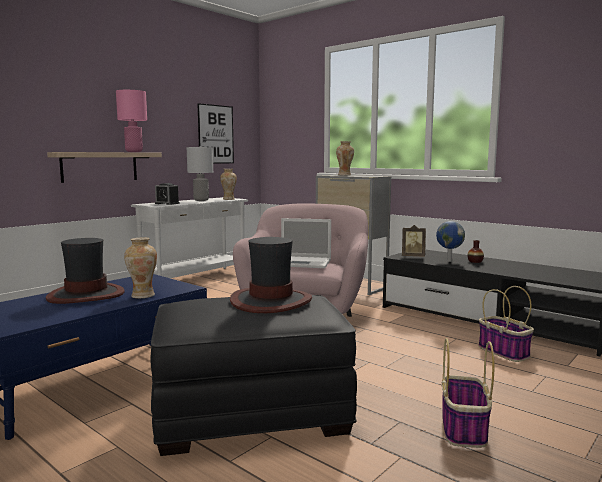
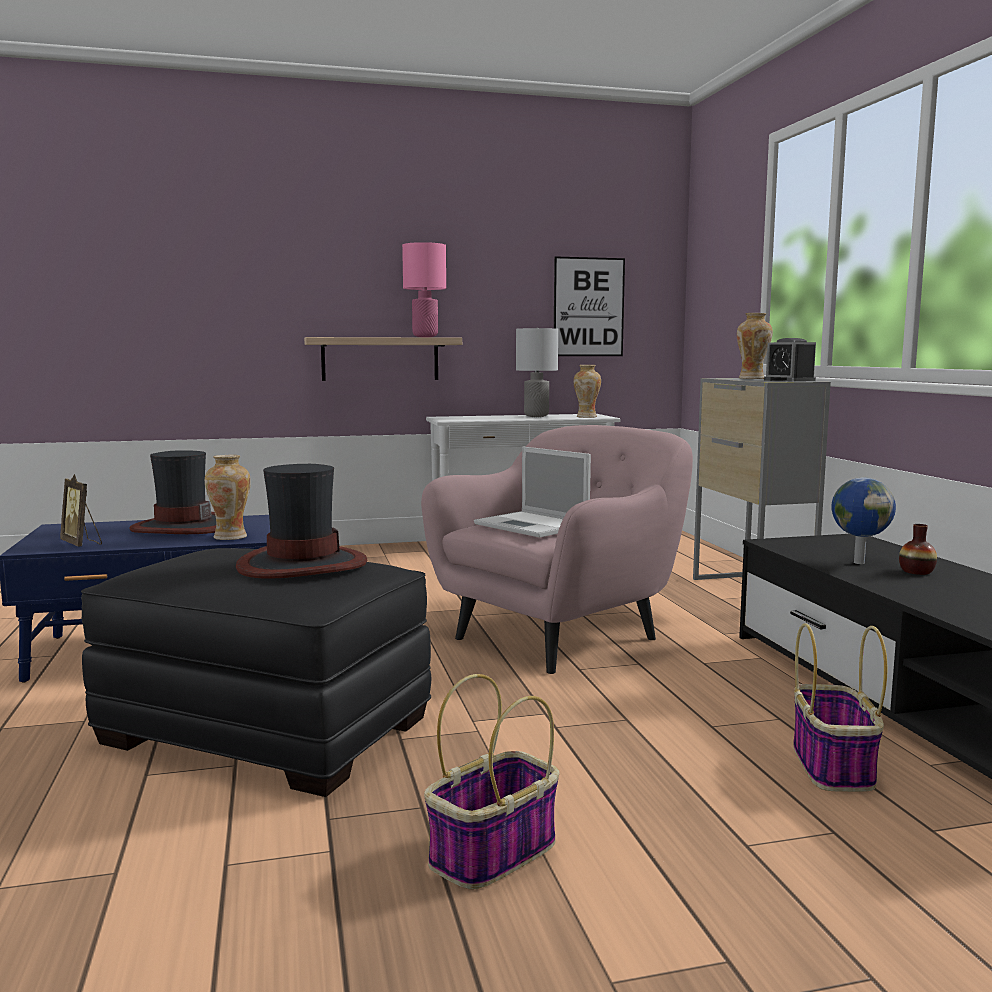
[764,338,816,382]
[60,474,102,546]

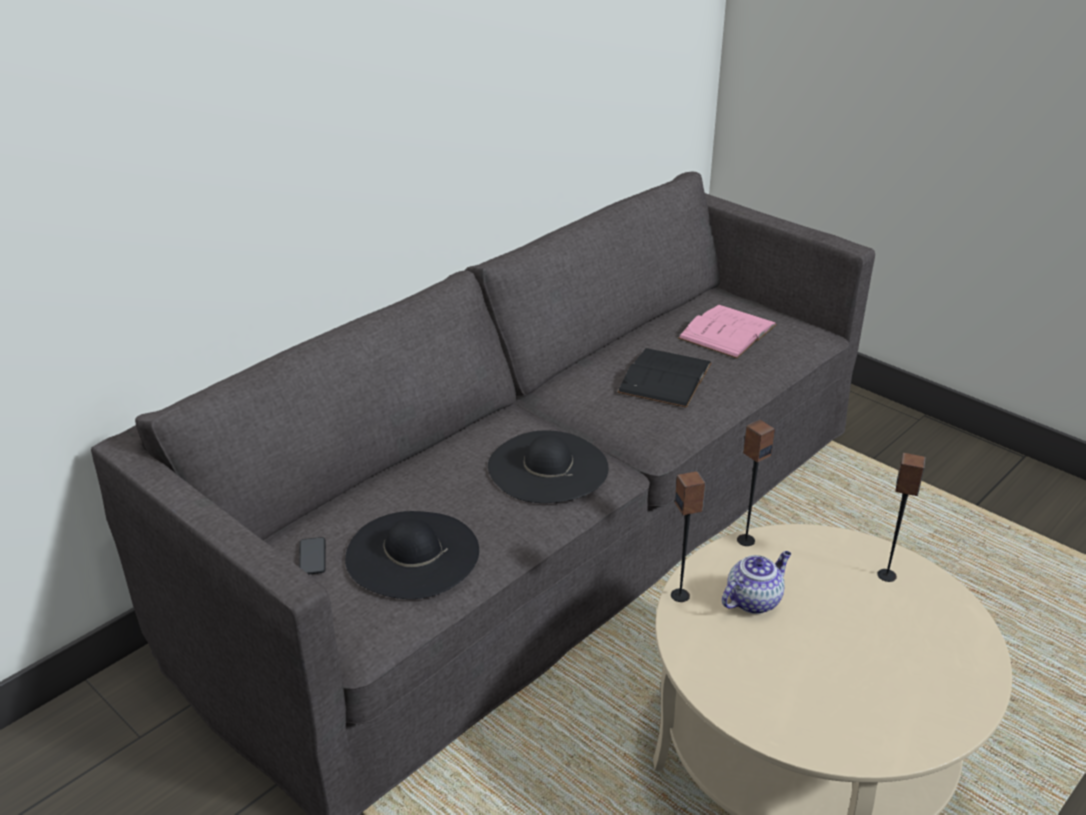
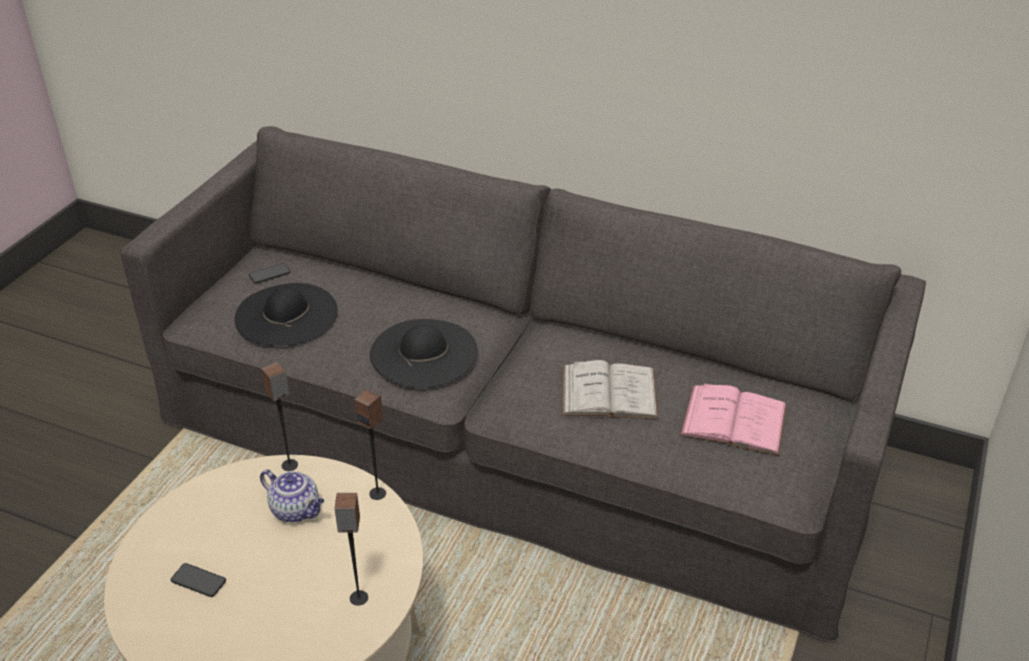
[562,360,659,419]
[171,563,226,597]

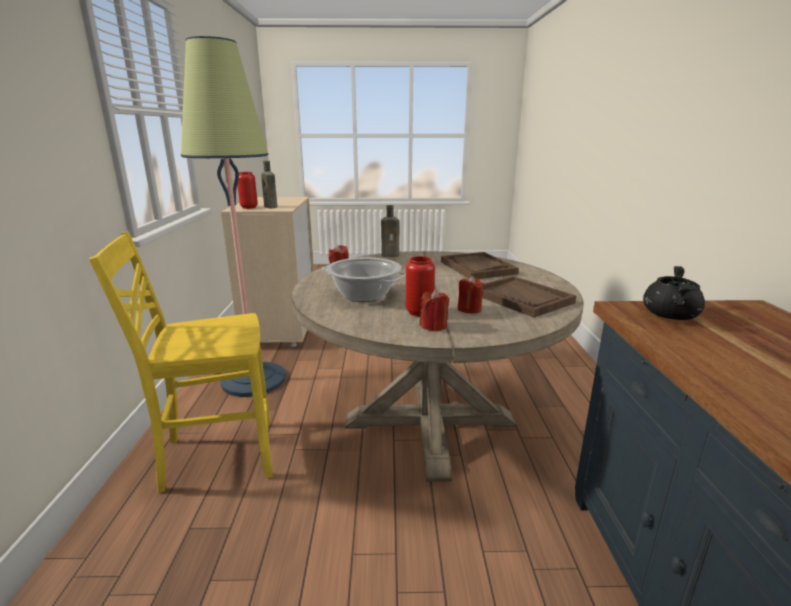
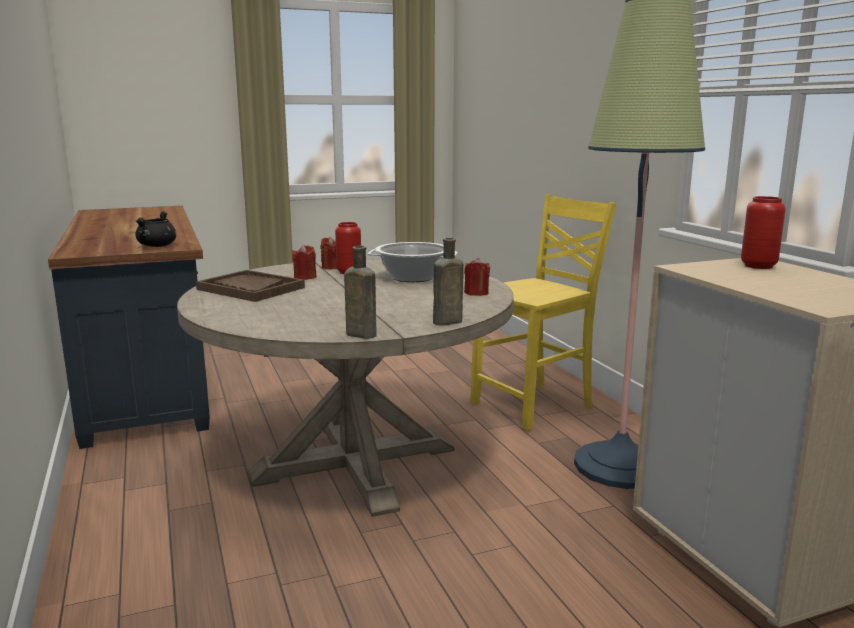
[344,246,376,339]
[441,252,519,279] (first image)

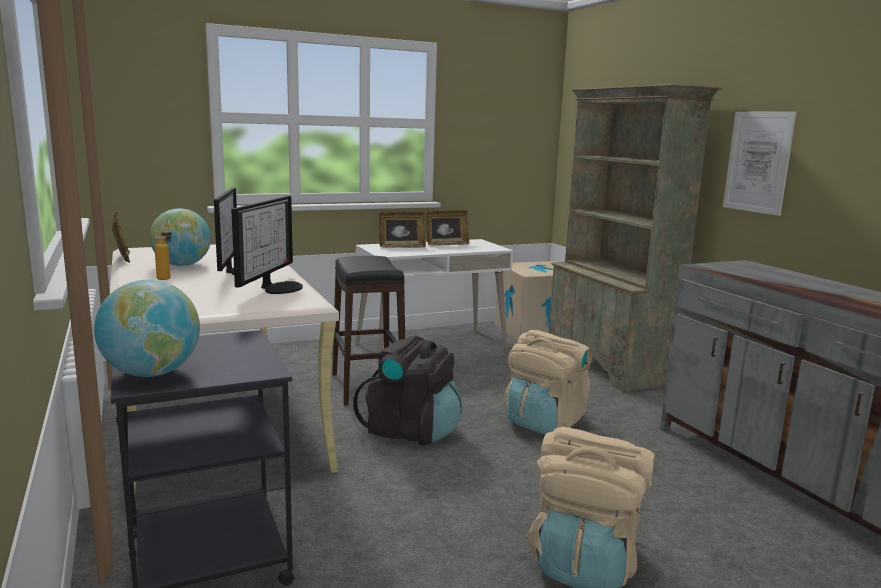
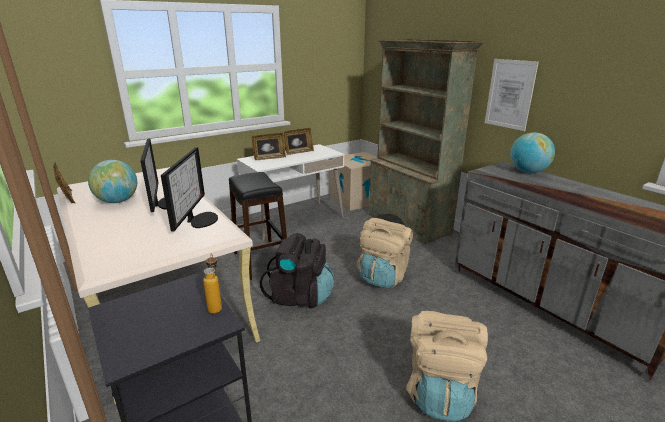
[203,253,222,314]
[510,132,555,173]

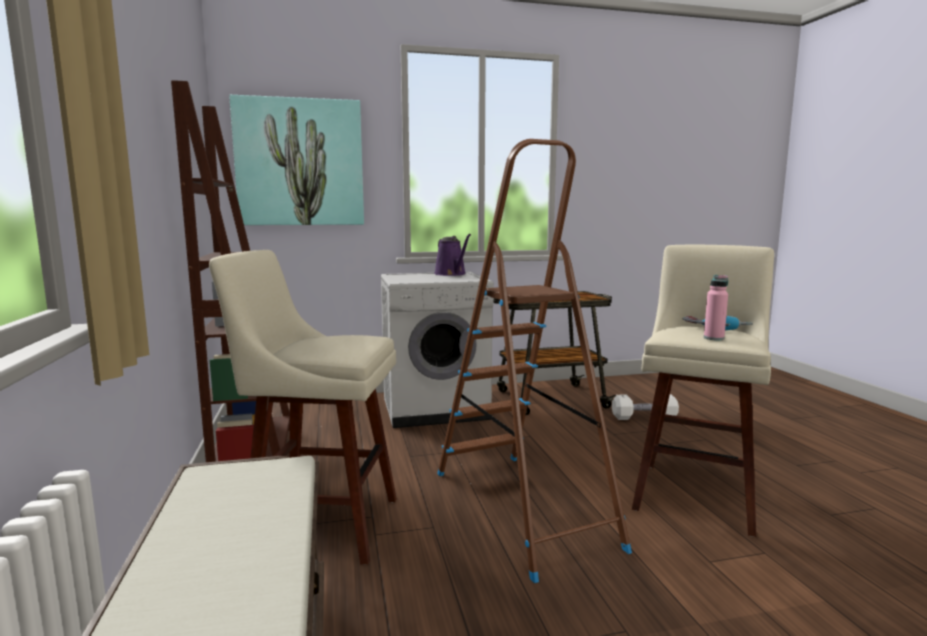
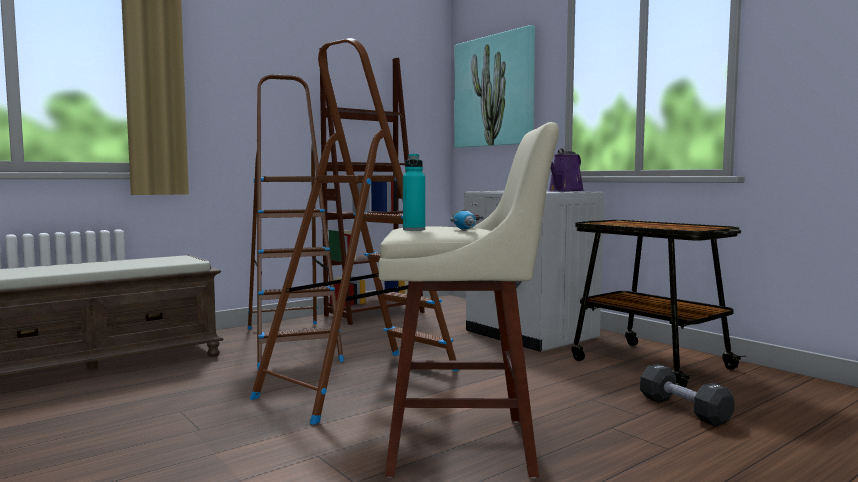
[248,74,344,369]
[403,154,425,231]
[640,364,735,426]

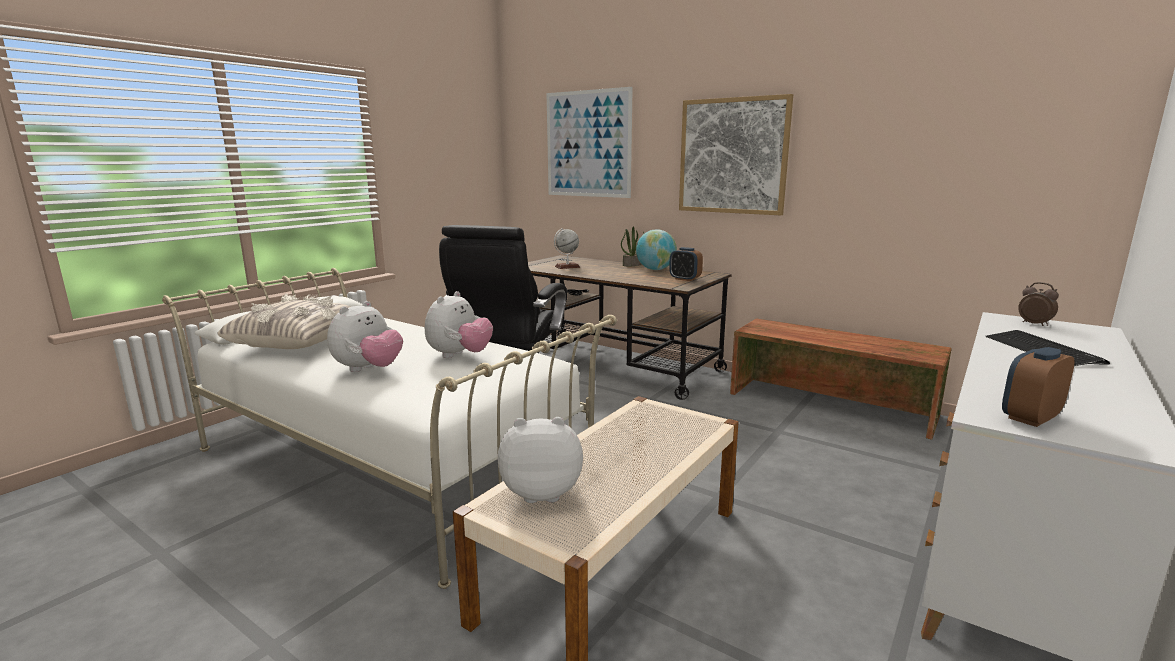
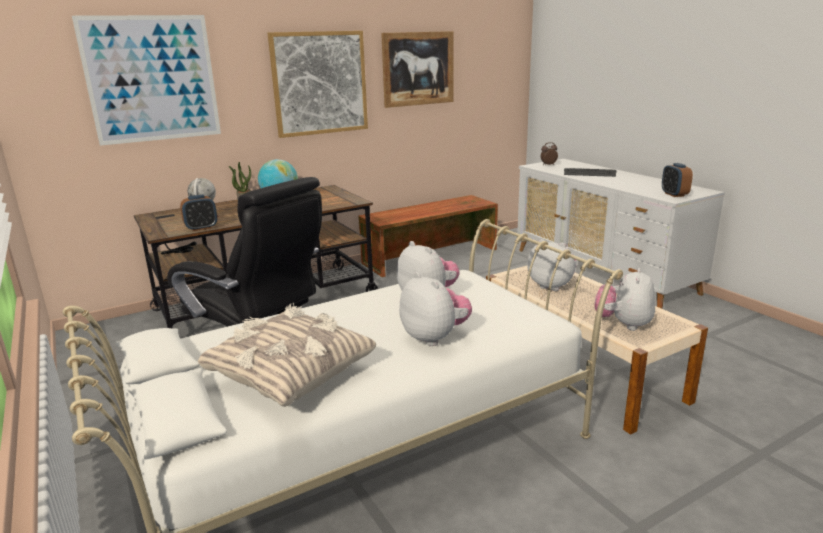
[180,195,217,231]
[381,31,454,108]
[527,239,577,291]

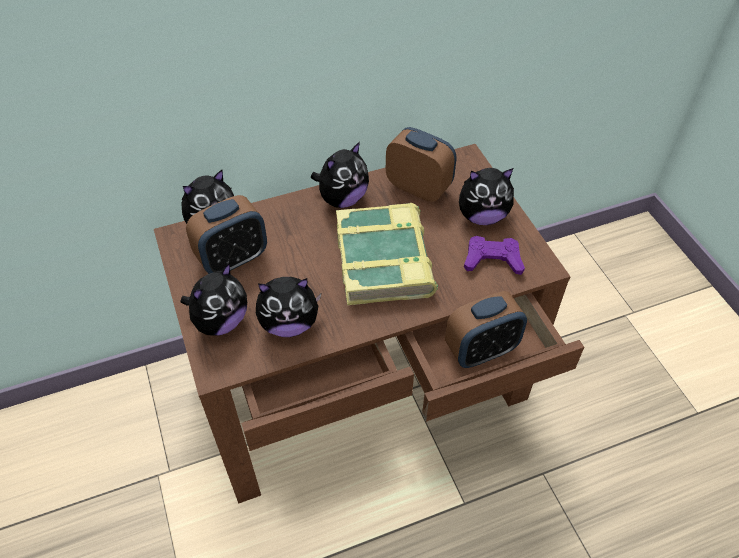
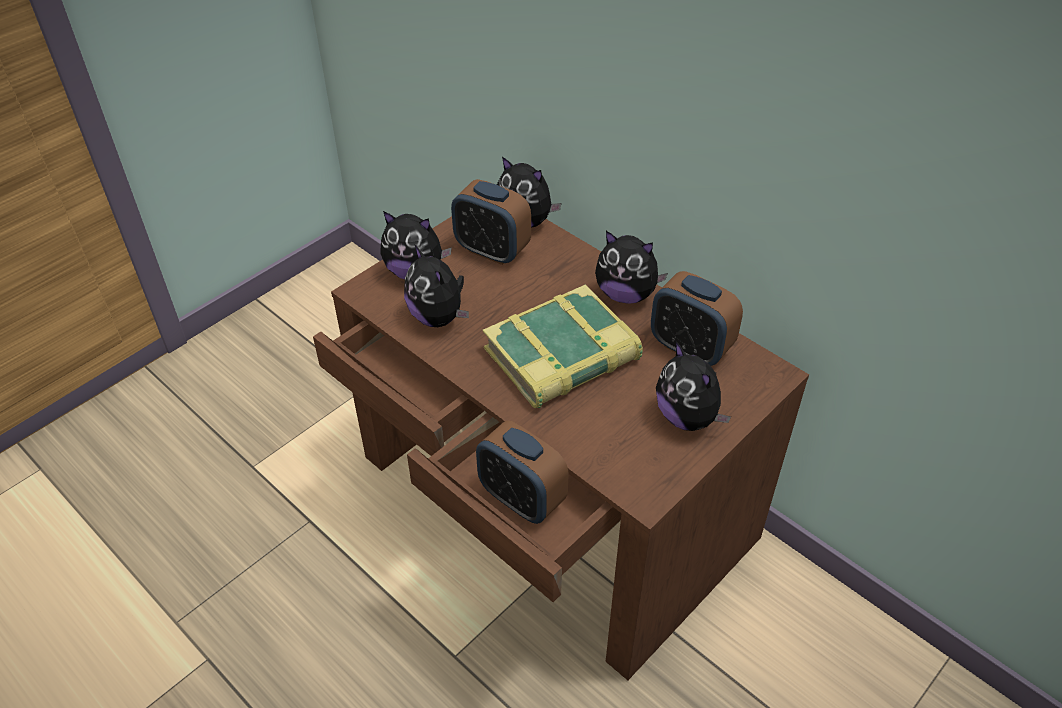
[651,271,743,366]
[464,236,525,275] (first image)

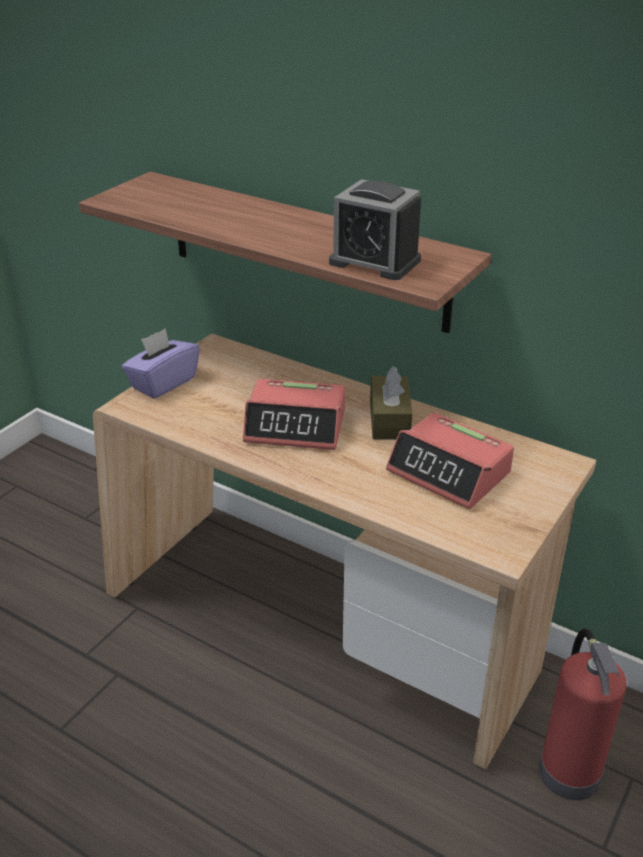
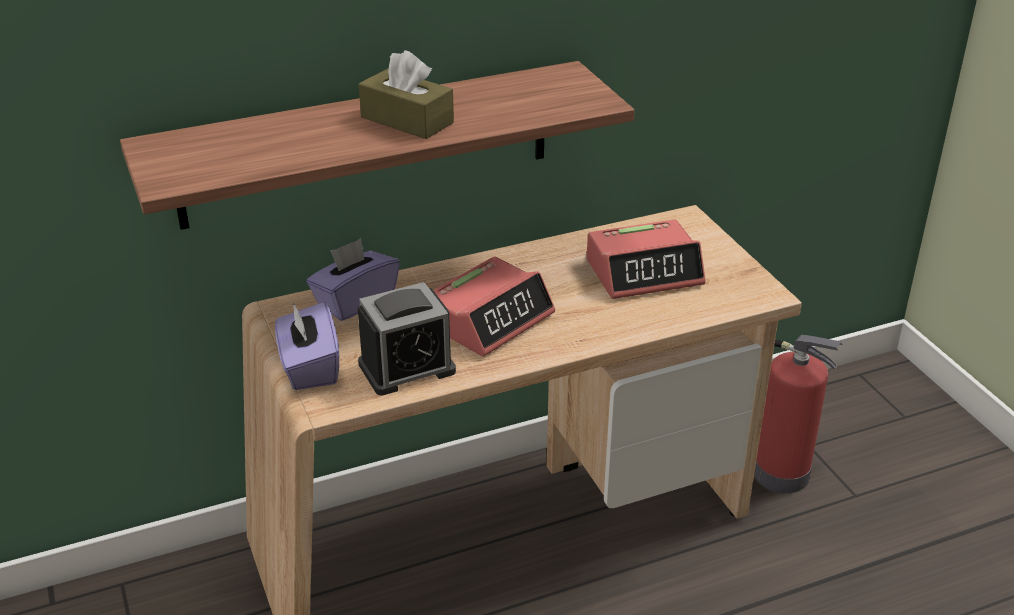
[357,282,456,395]
[359,50,454,139]
[307,238,400,321]

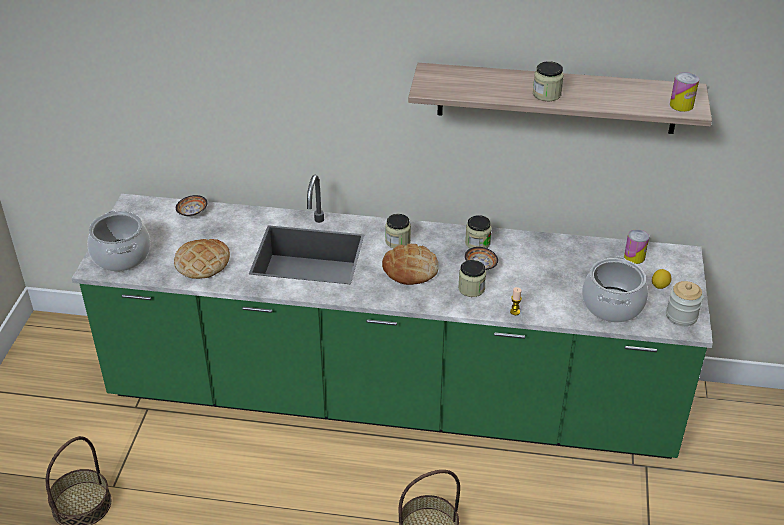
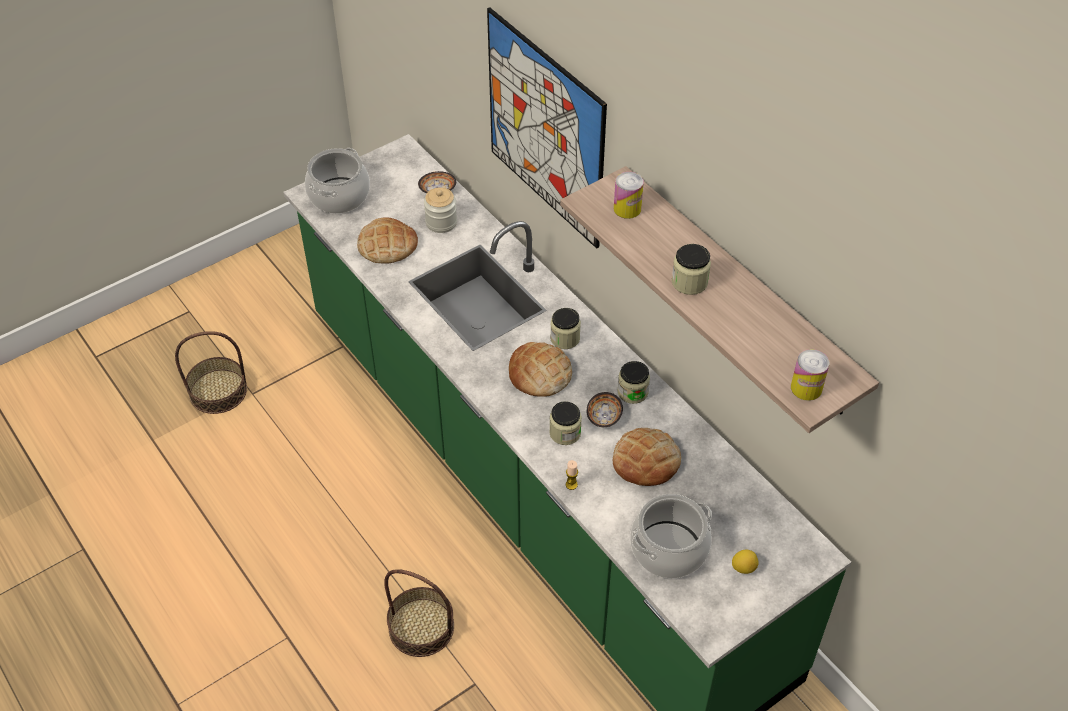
[614,172,644,219]
[424,187,457,233]
[487,7,607,249]
[613,428,681,486]

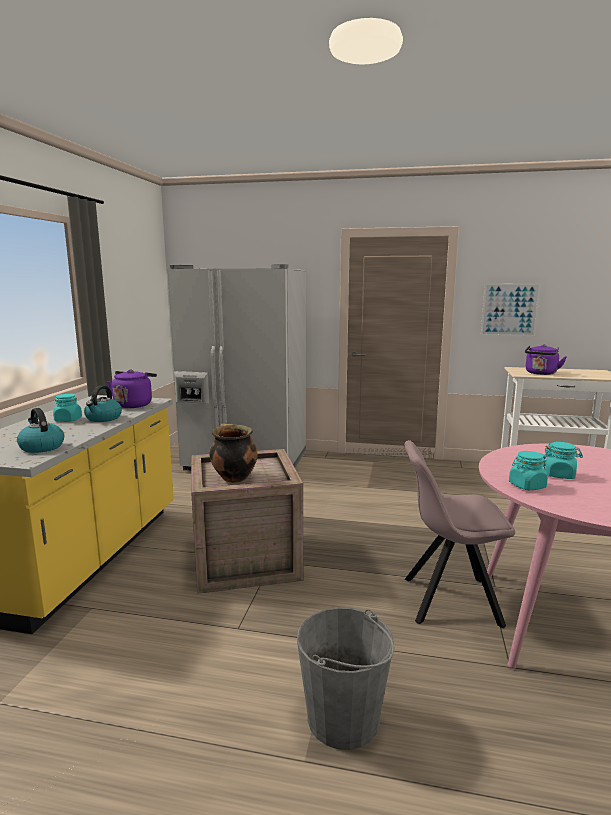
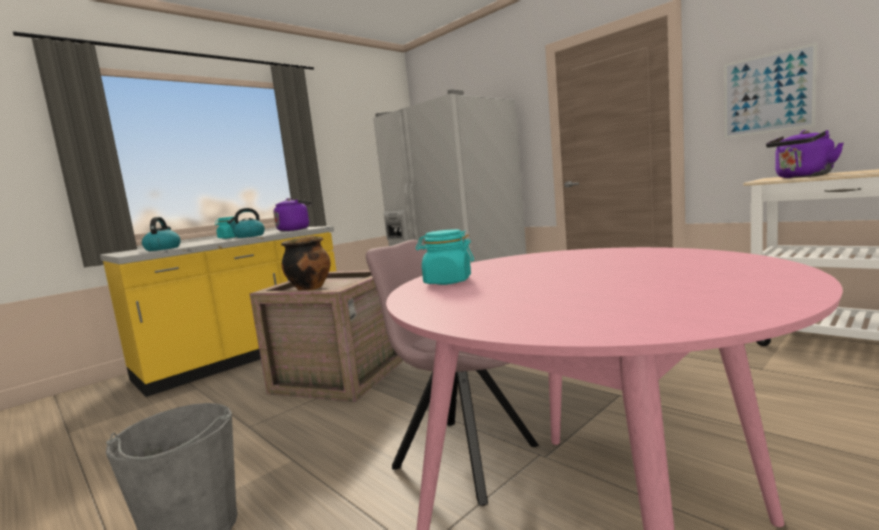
[544,442,583,479] (first image)

